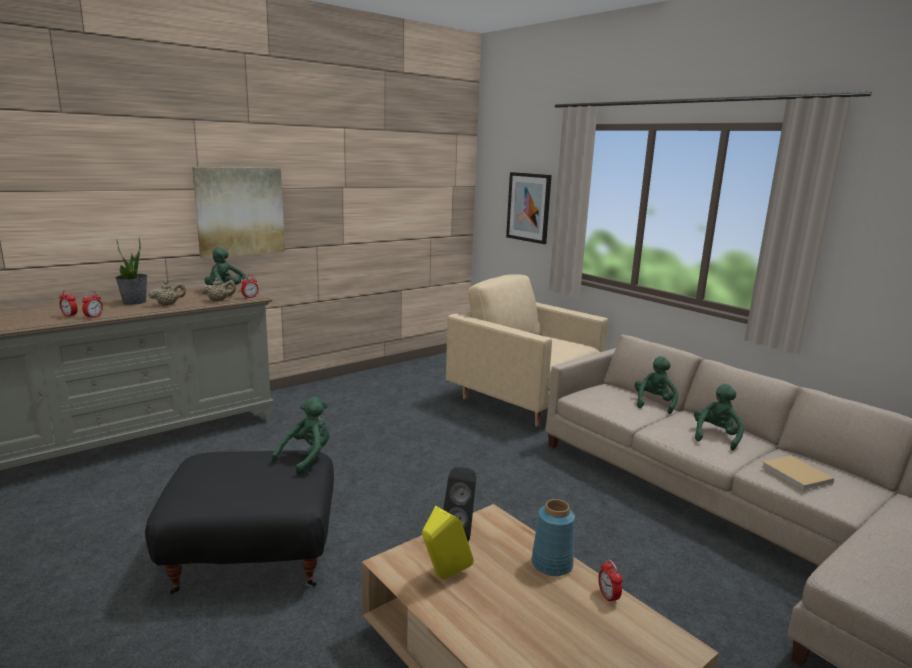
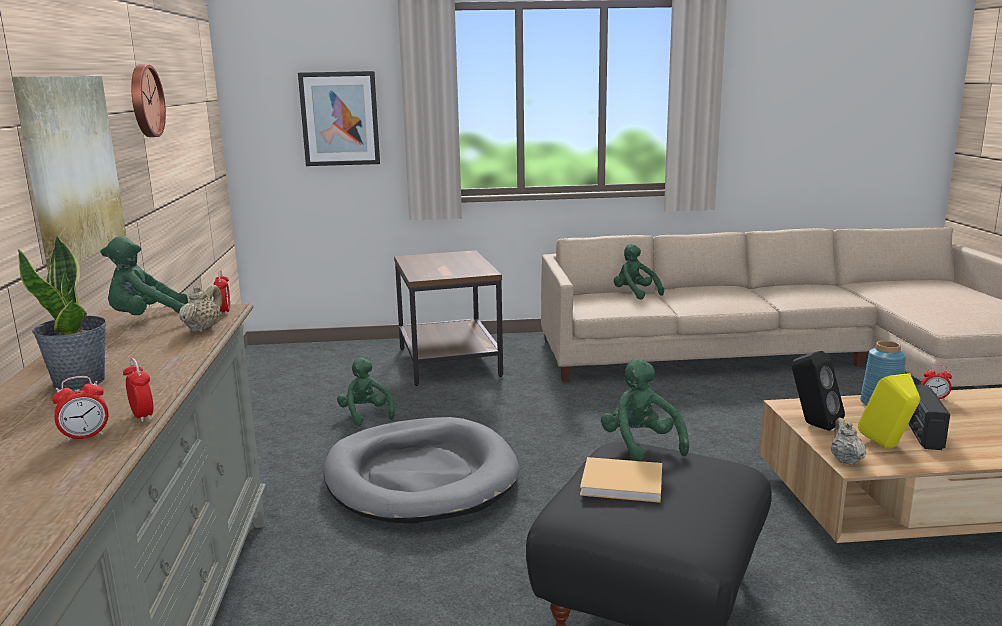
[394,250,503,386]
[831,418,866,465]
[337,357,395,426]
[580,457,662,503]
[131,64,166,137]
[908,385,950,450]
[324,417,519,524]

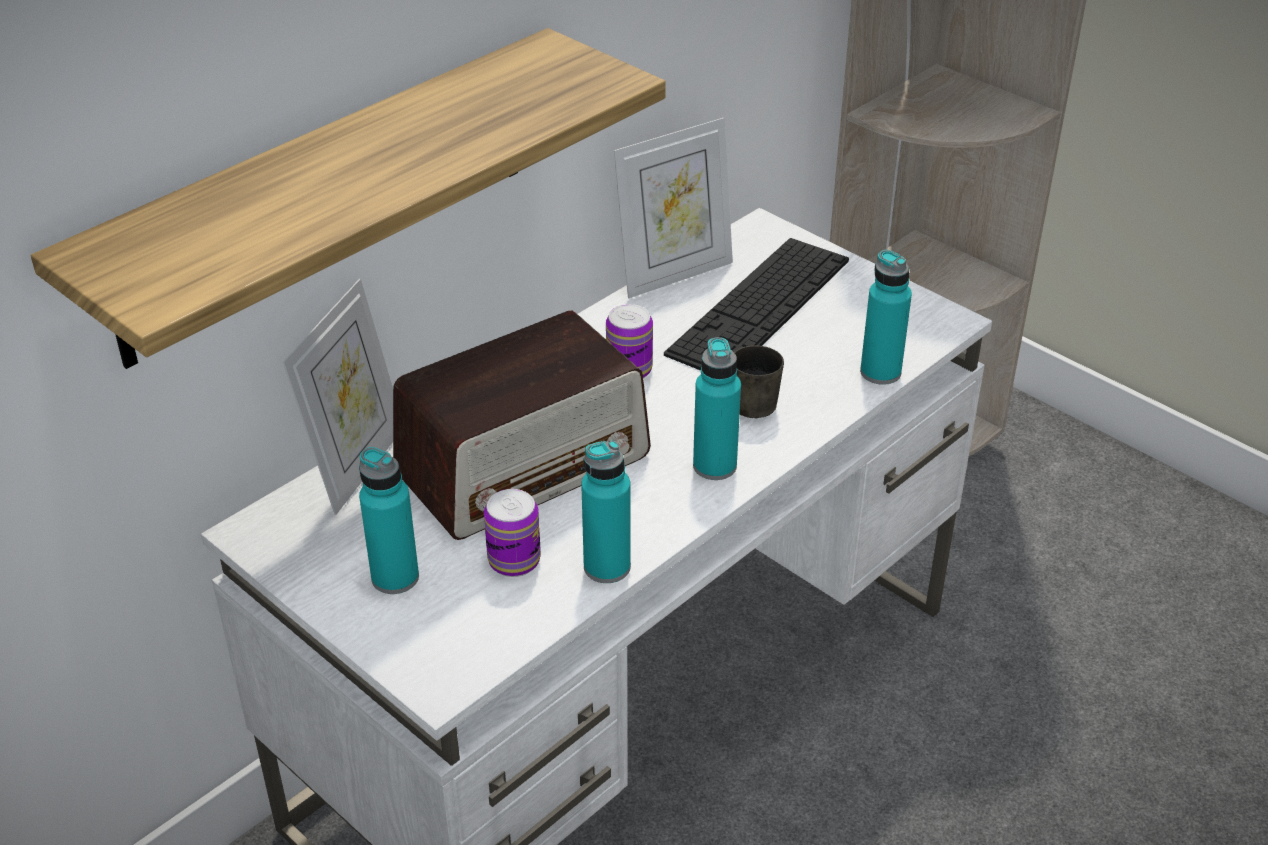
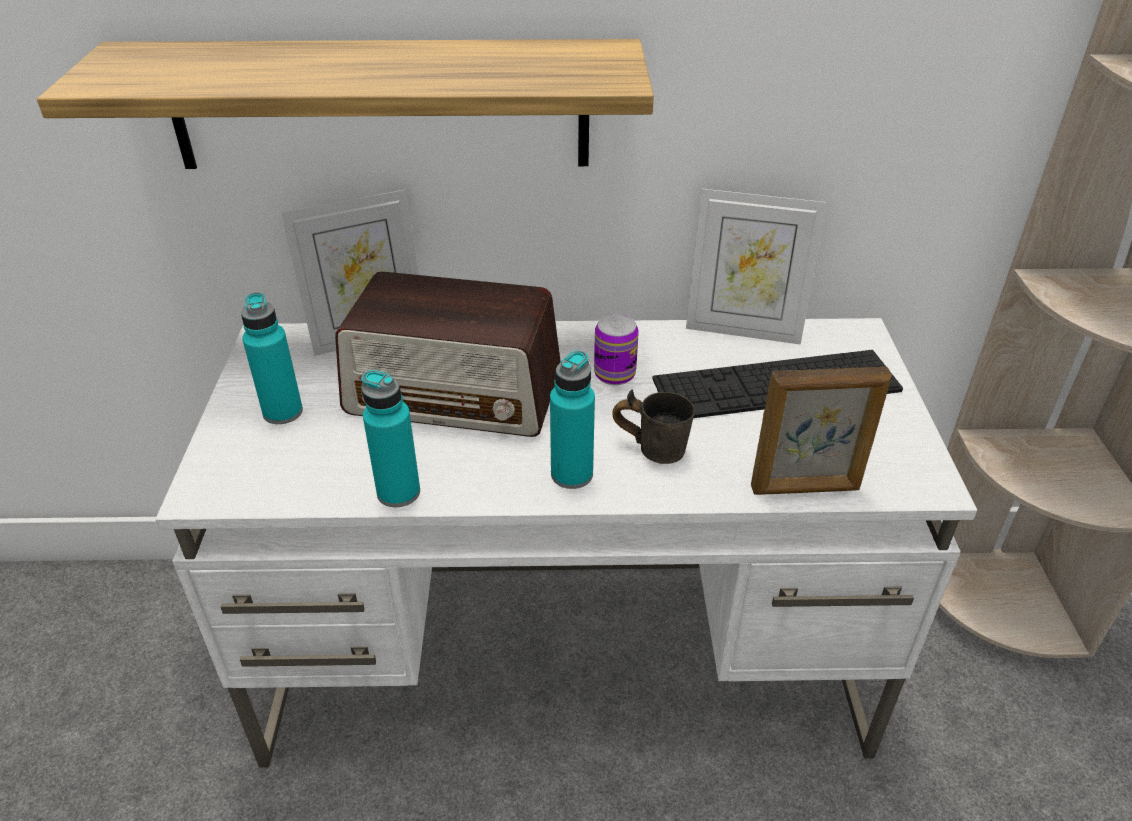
[751,366,892,495]
[484,489,541,577] (first image)

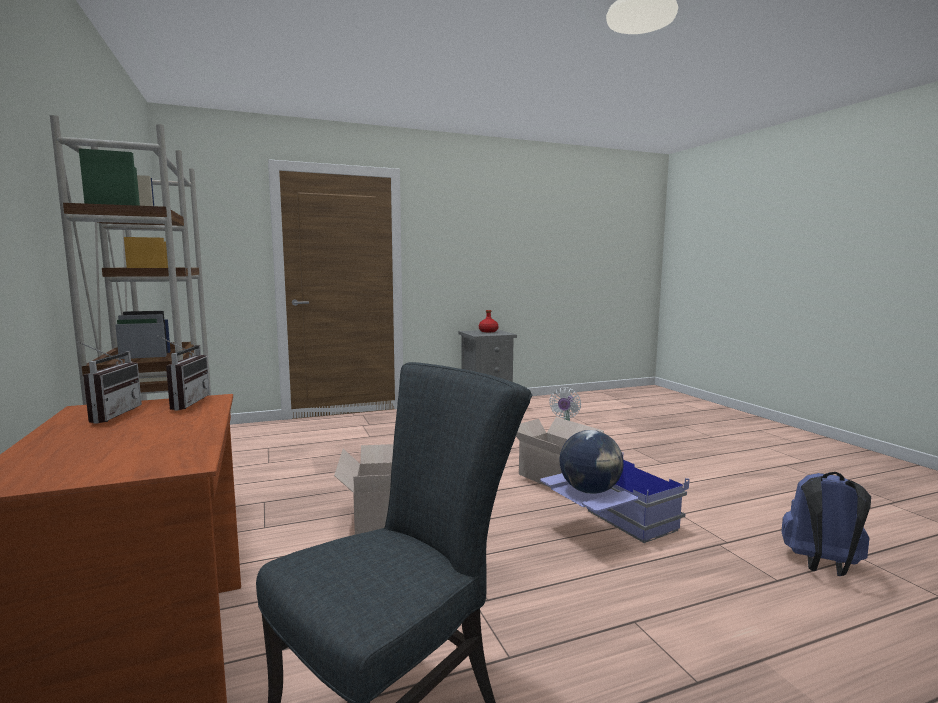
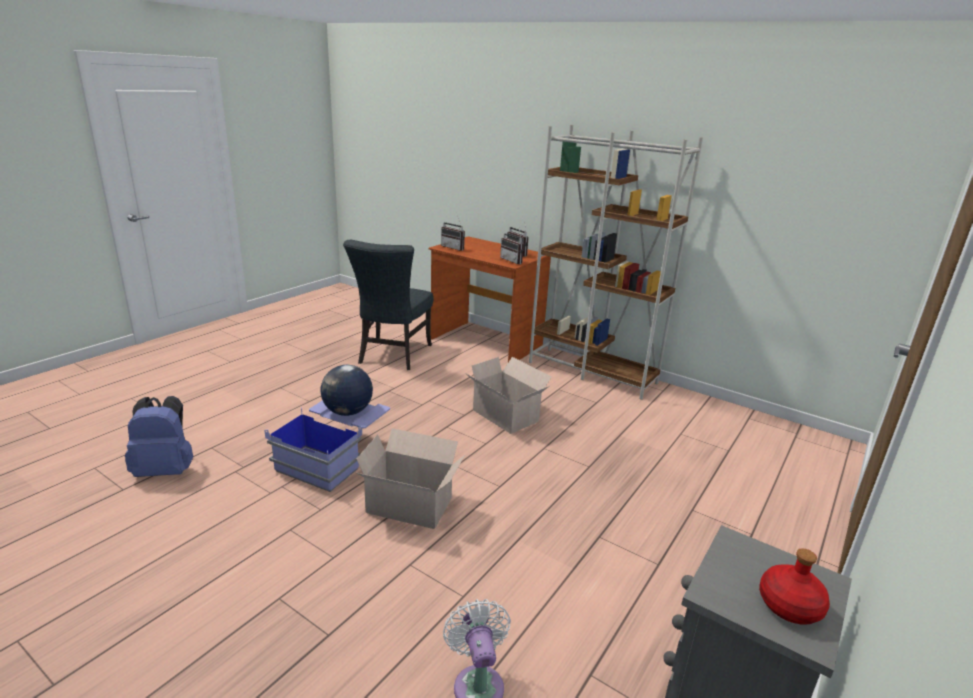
[441,218,465,251]

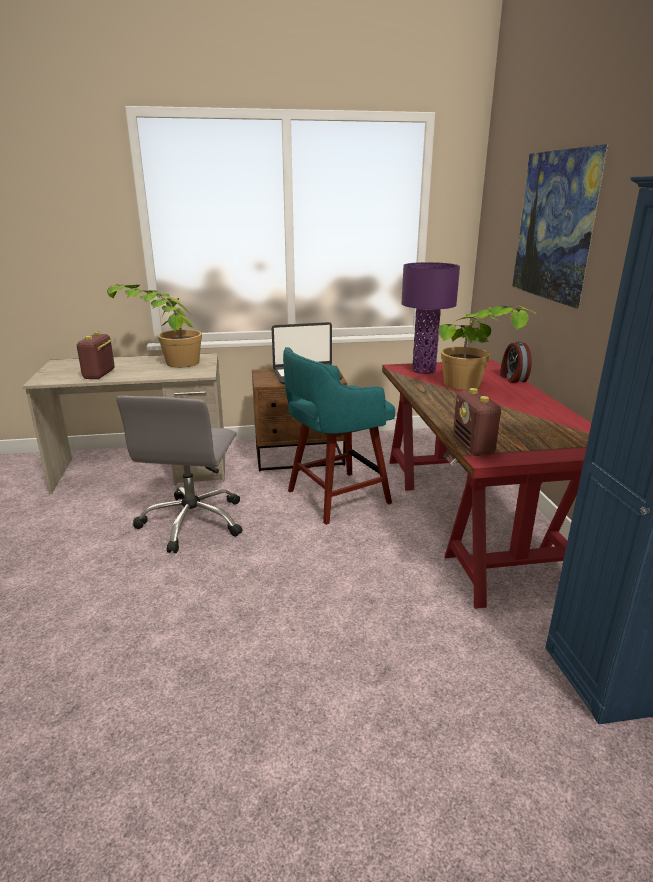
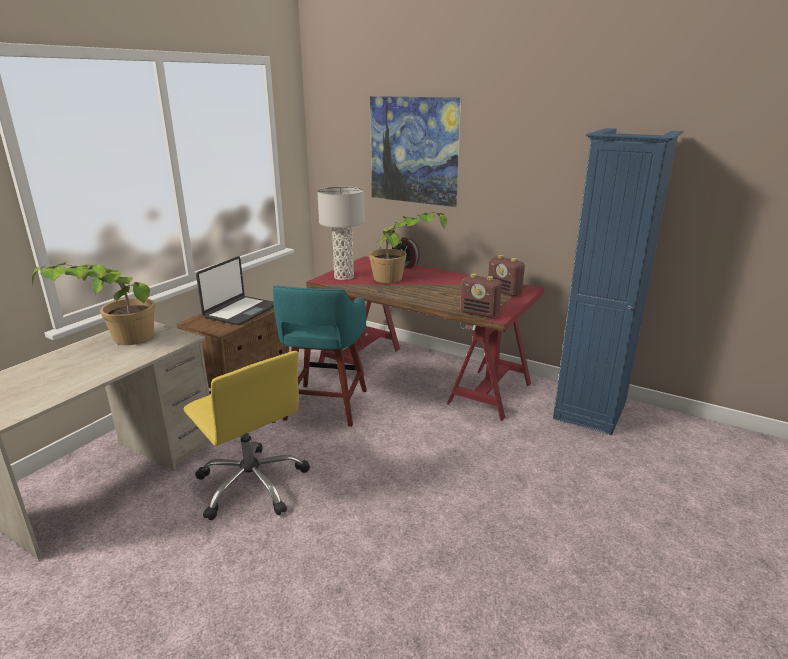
[317,186,365,280]
[488,255,525,296]
[183,351,310,520]

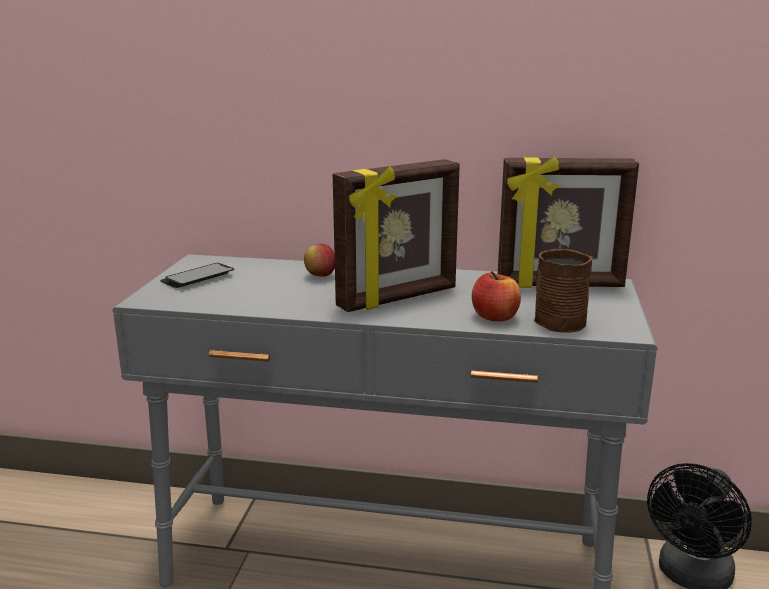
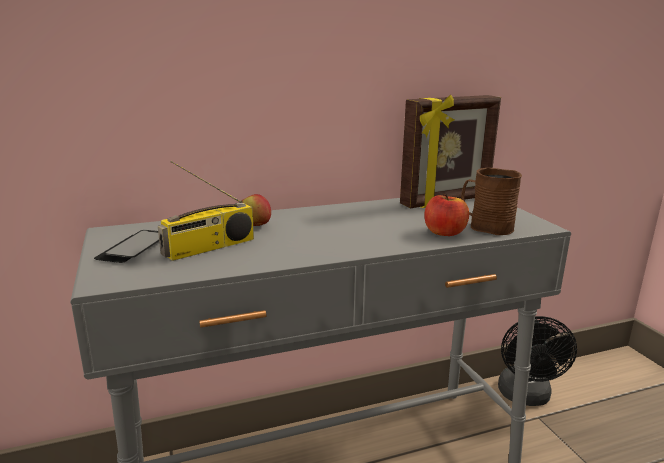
[333,159,460,312] (first image)
[158,161,254,261]

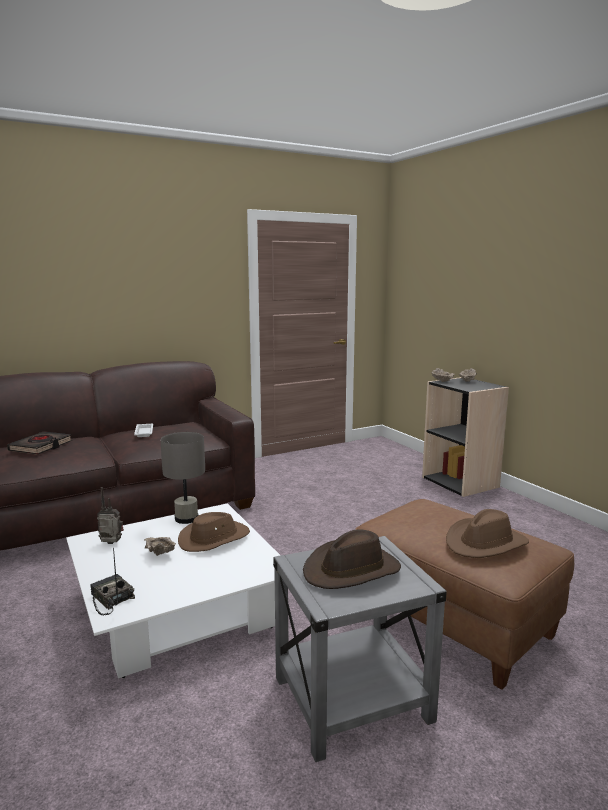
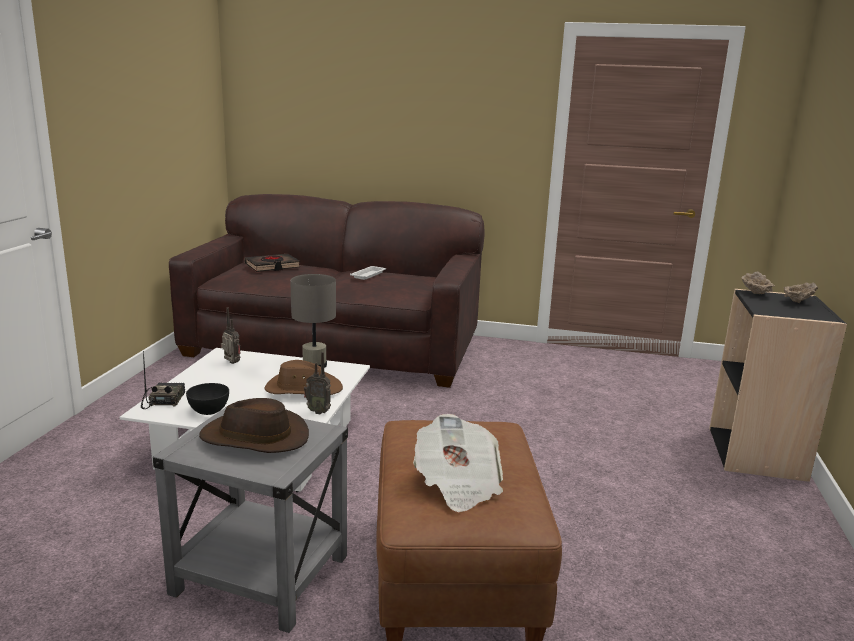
[413,414,503,512]
[144,537,176,555] (first image)
[304,352,331,415]
[186,383,229,415]

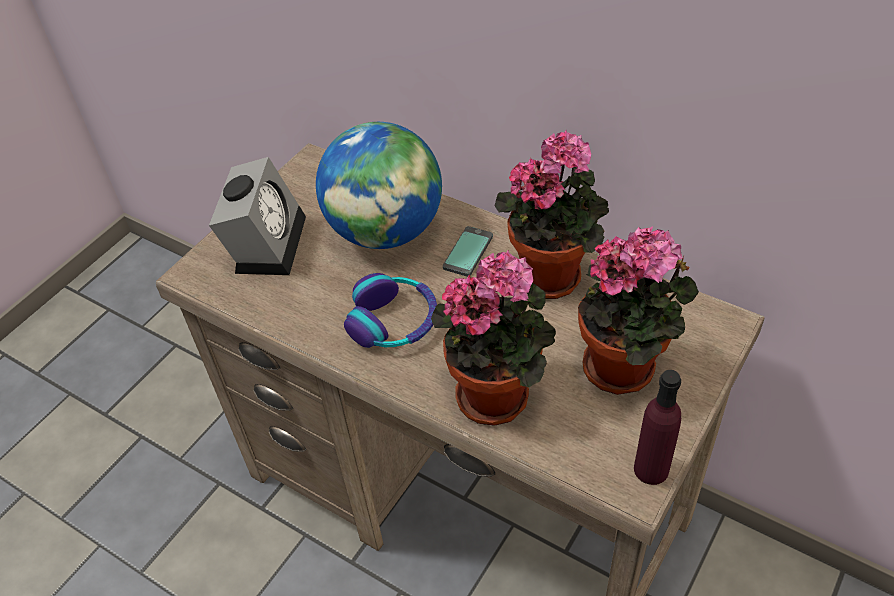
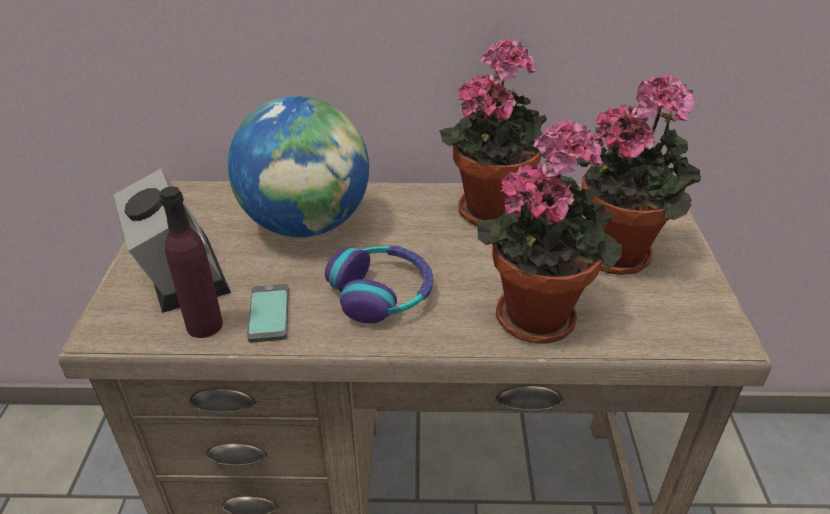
[247,284,289,343]
[160,186,223,338]

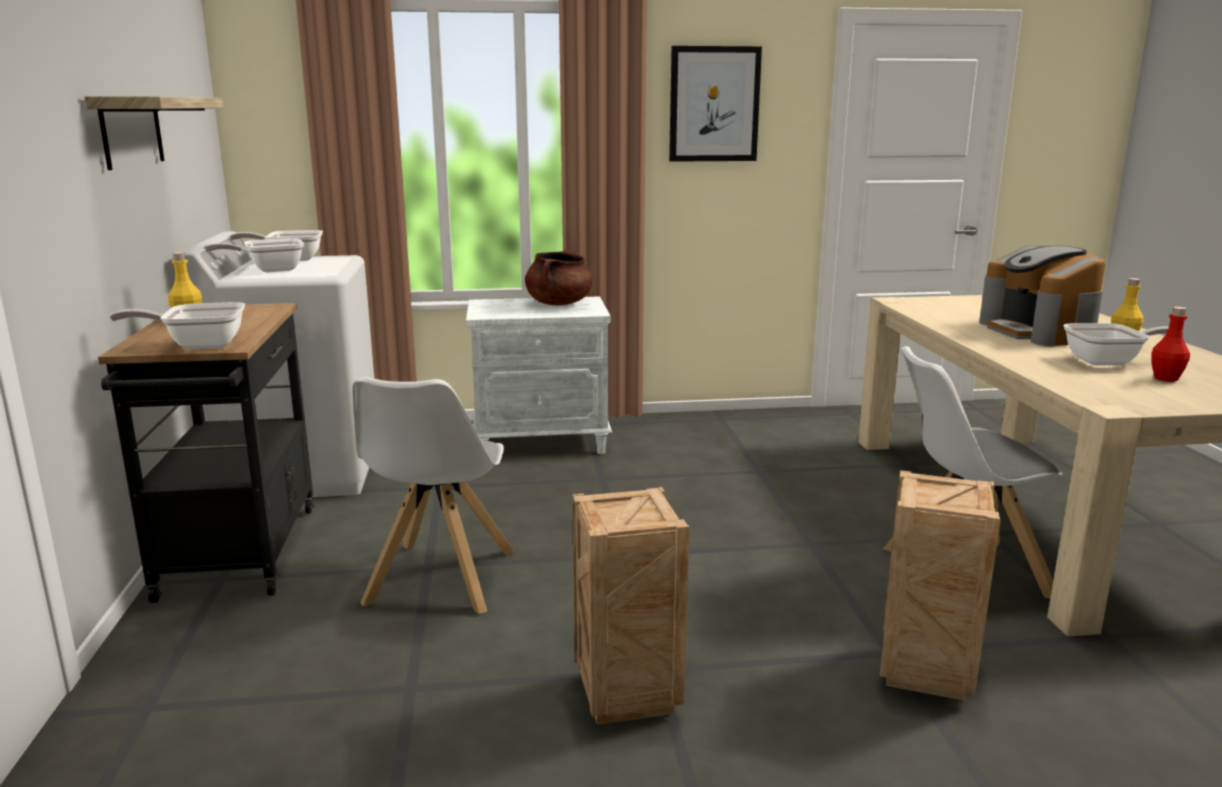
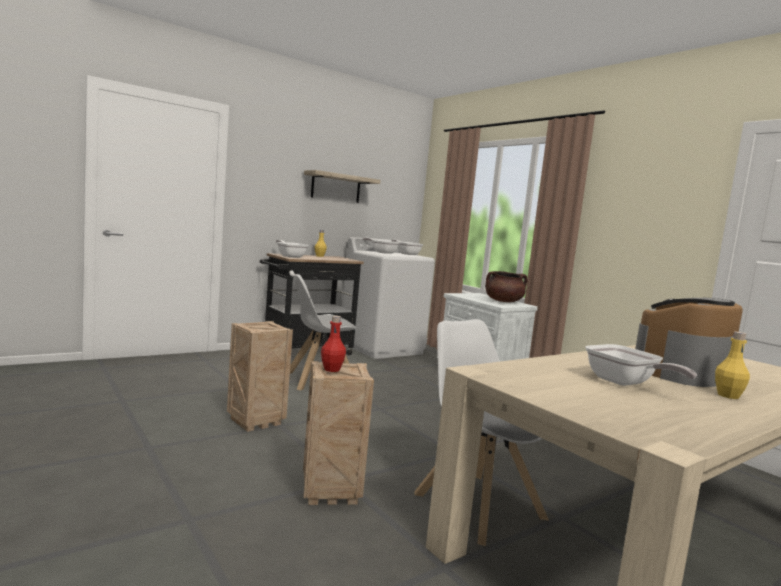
[669,46,762,162] (first image)
[321,316,346,372]

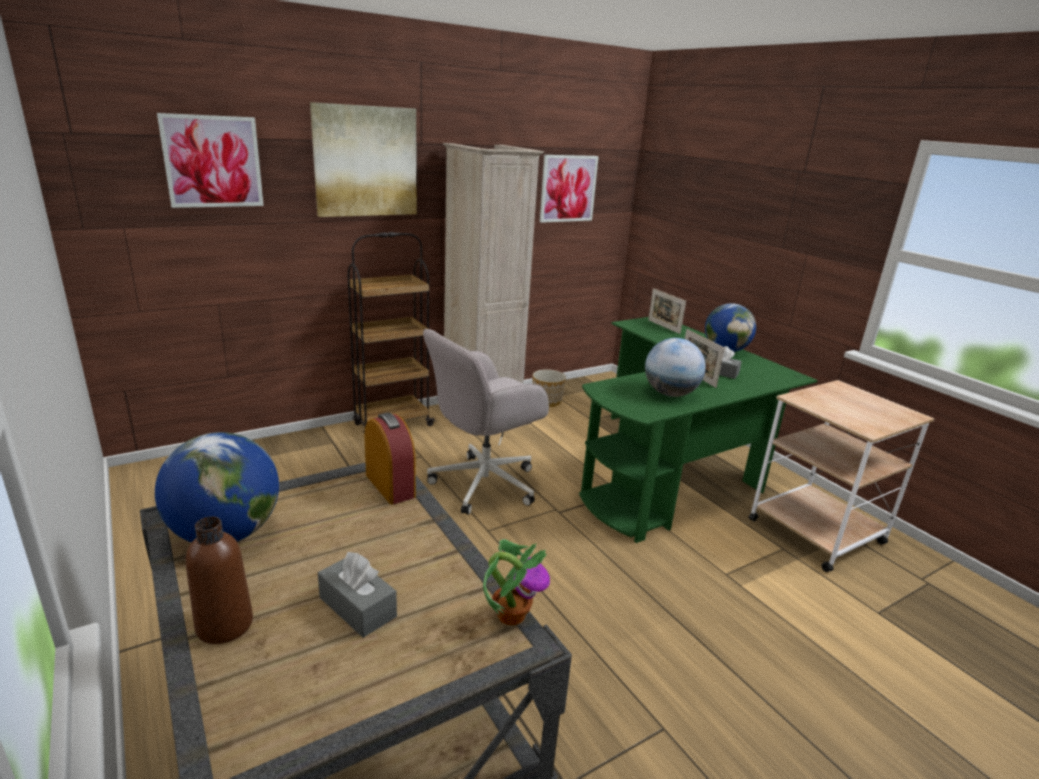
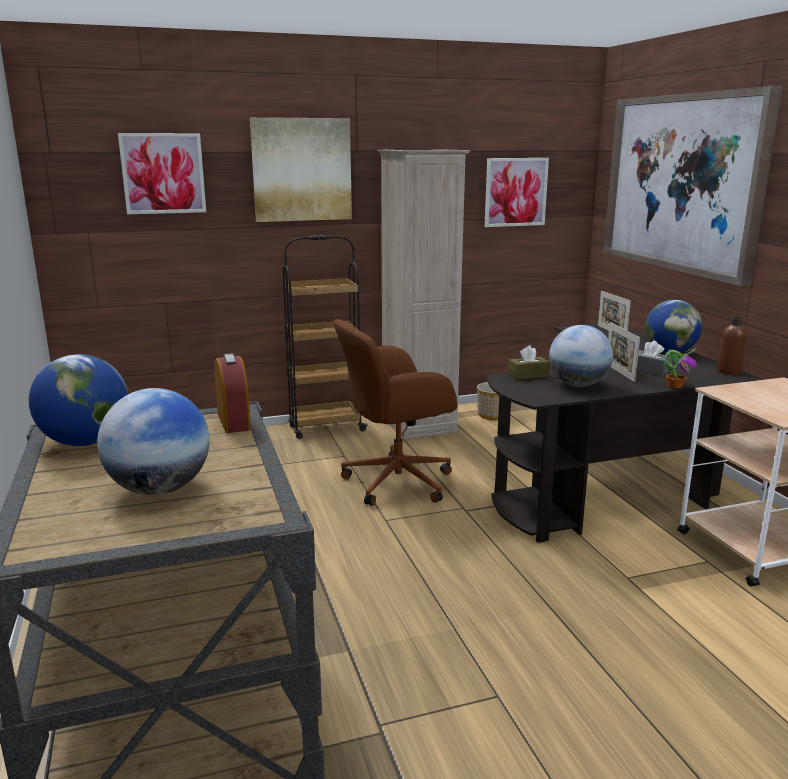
[487,323,765,543]
[334,319,457,506]
[717,317,746,374]
[664,349,697,388]
[97,388,210,495]
[603,86,782,286]
[508,345,550,380]

